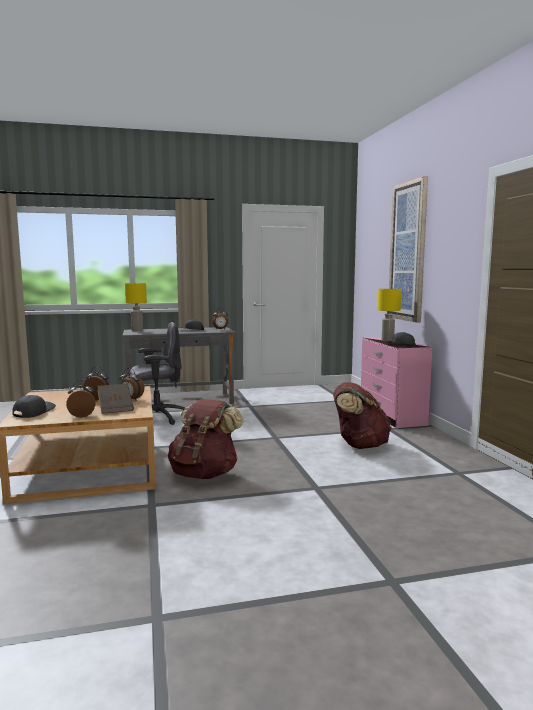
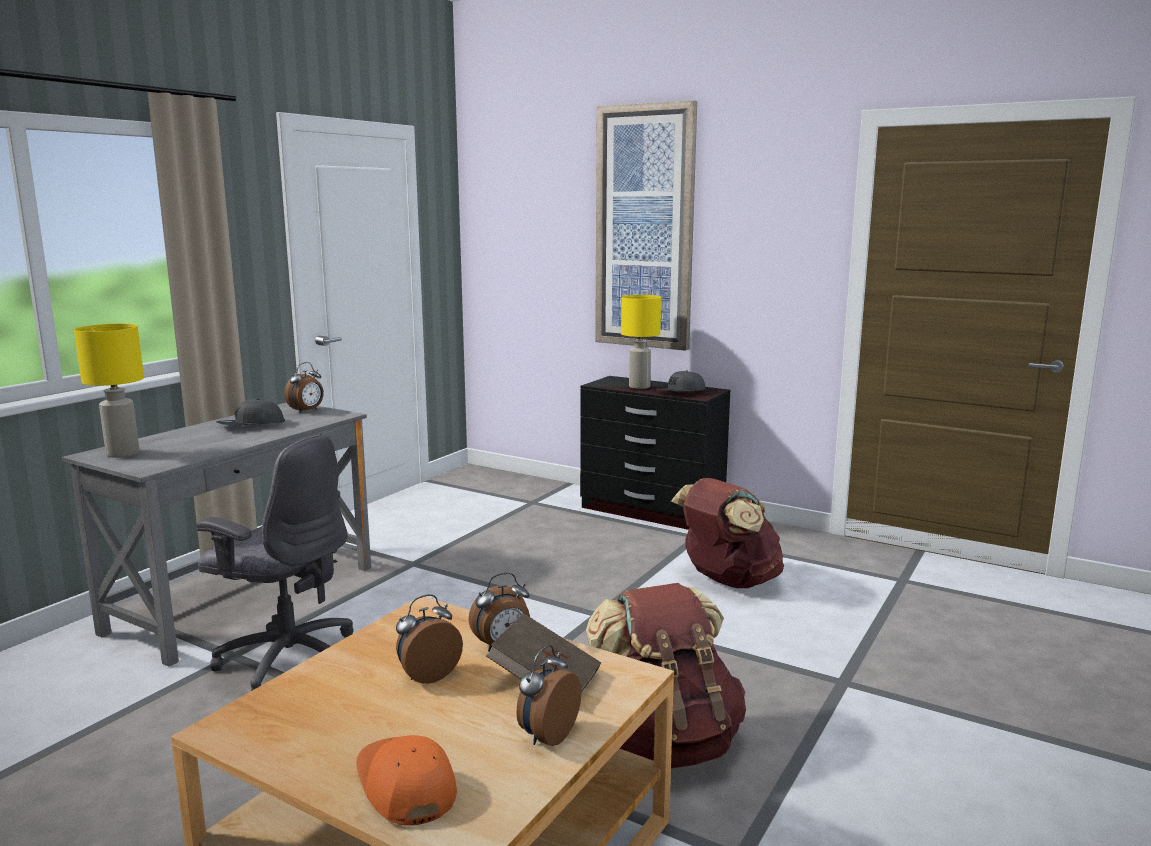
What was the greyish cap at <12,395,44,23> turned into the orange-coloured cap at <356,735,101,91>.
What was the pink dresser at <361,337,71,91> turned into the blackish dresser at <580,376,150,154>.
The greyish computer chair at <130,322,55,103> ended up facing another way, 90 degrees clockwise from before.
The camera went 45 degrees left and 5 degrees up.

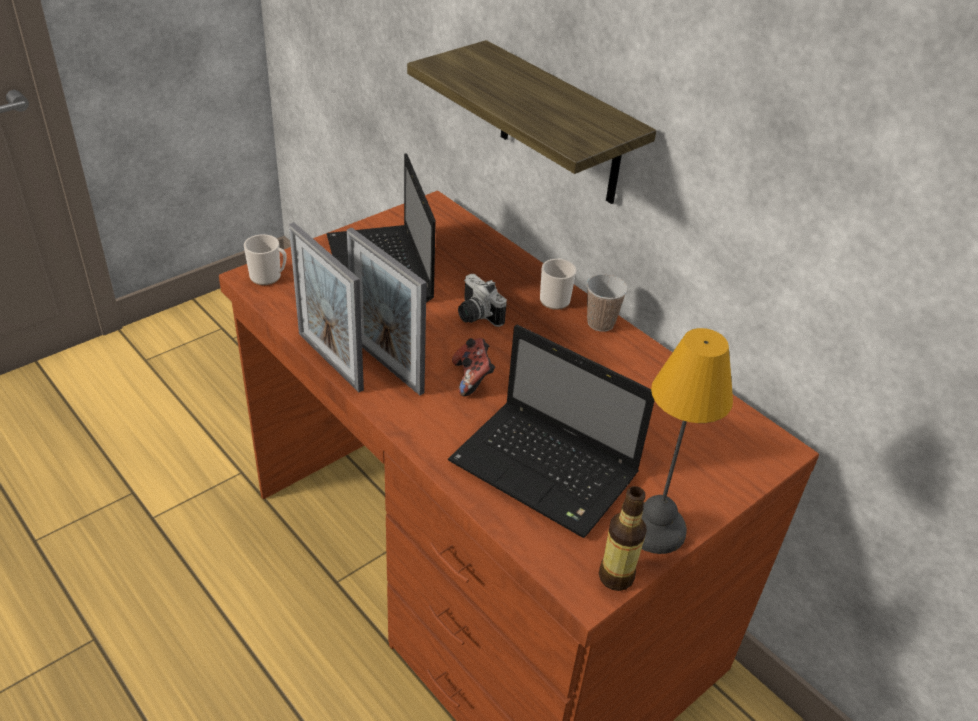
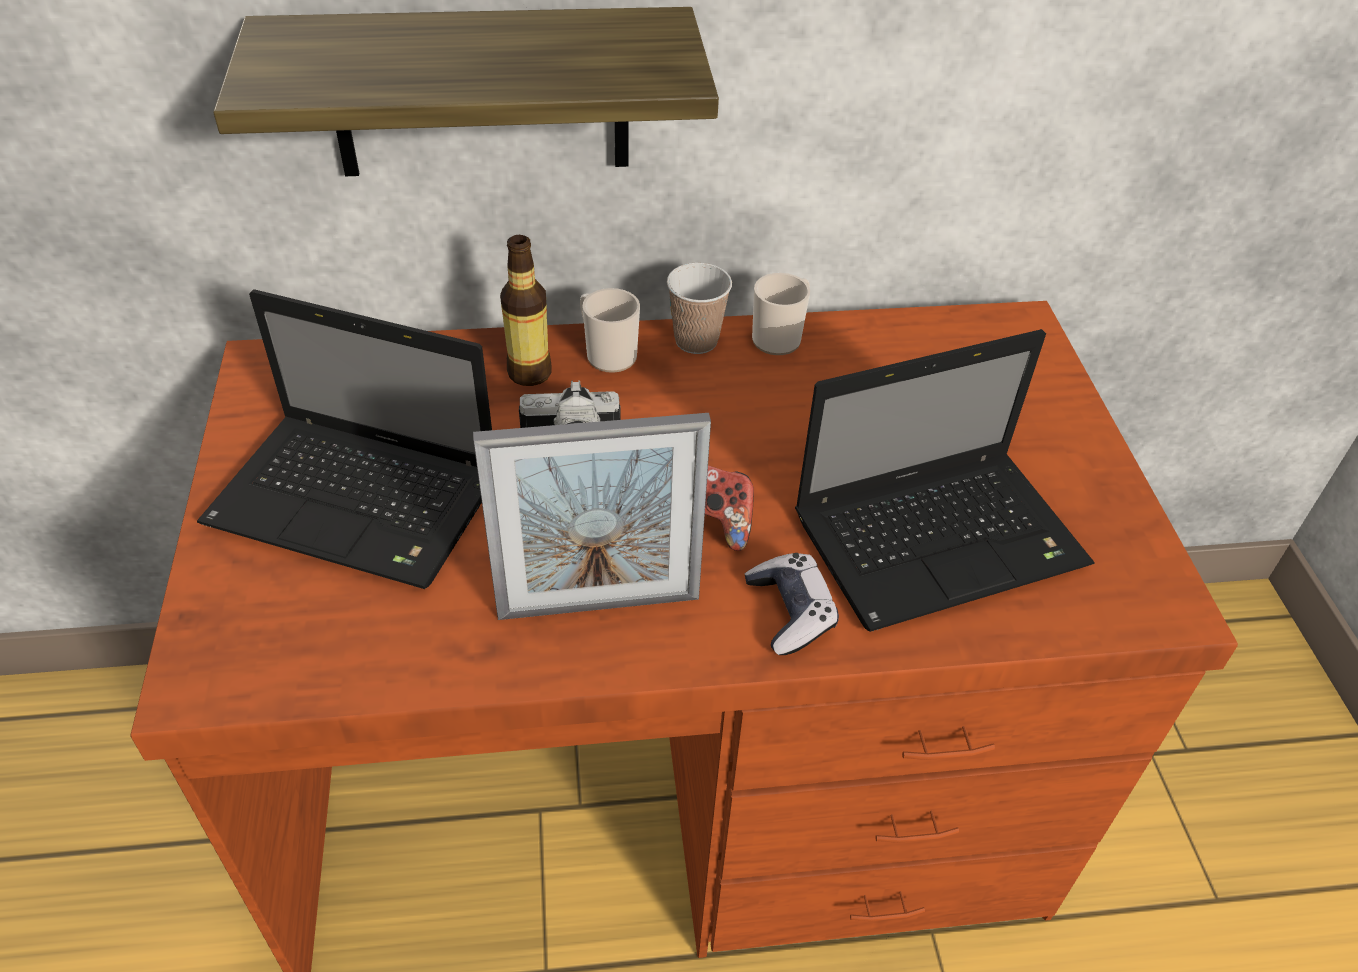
The second view lost the photo frame at <289,222,75,171>.
The second view lost the table lamp at <642,328,91,226>.
The second view gained the gamepad at <745,553,94,102>.
The coffee mug ended up elsewhere, having gone from <244,234,43,51> to <752,273,58,82>.
The beverage bottle ended up elsewhere, having gone from <599,486,48,105> to <500,235,52,151>.
The camera went 55 degrees left and 5 degrees up.

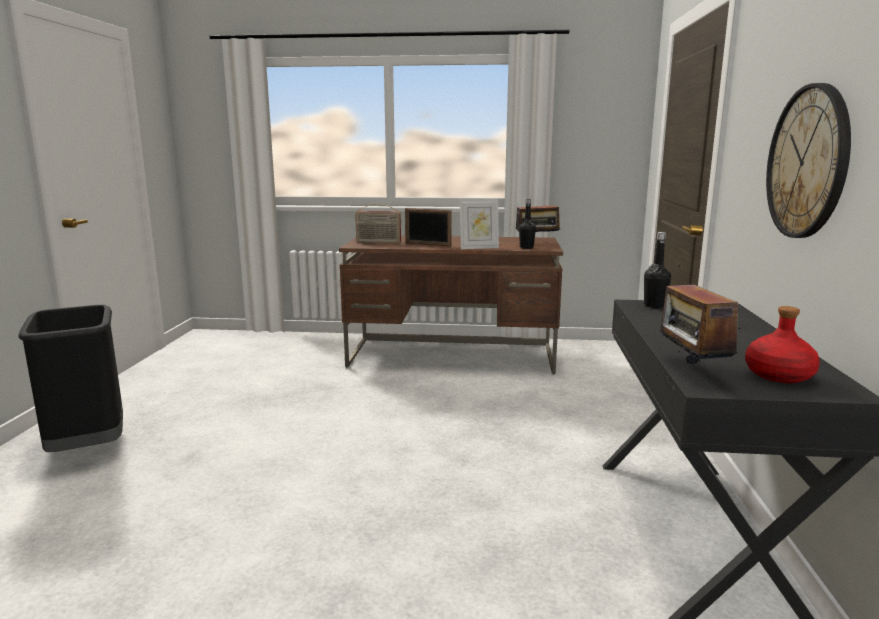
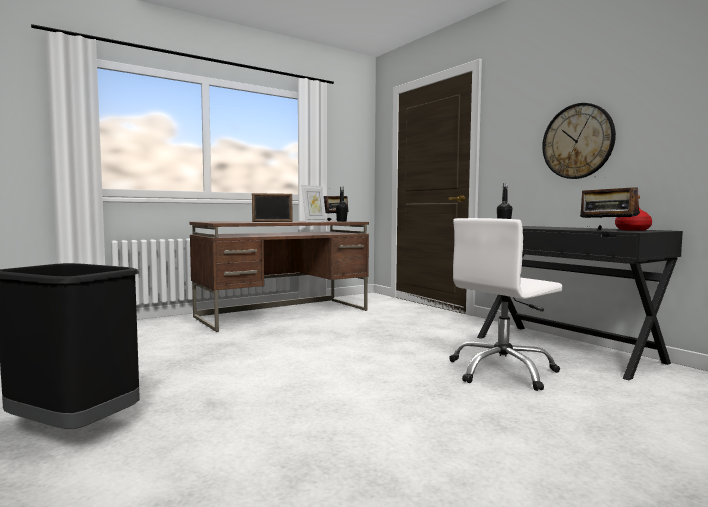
The second view lost the radio at <355,204,46,39>.
The second view gained the whitish computer chair at <449,218,114,173>.
The camera went 40 degrees left and 10 degrees down.

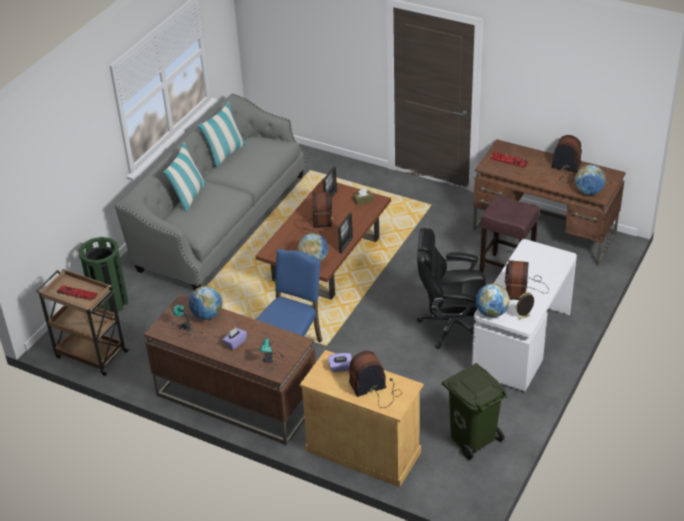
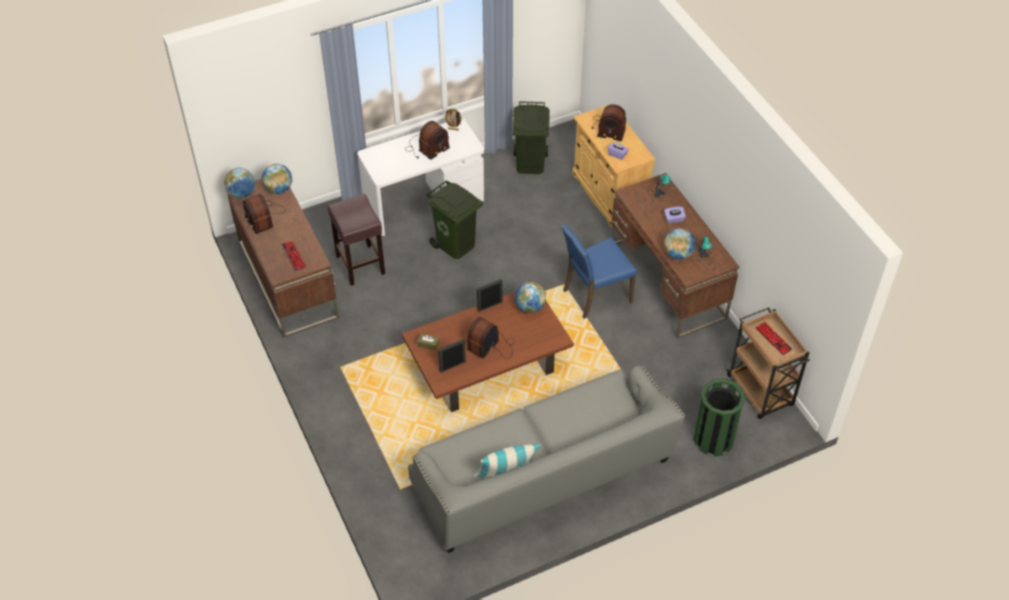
The second view lost the throw pillow at <163,143,43,69>.
The desk globe ended up elsewhere, having gone from <476,283,34,35> to <224,168,31,30>.
Where the blackish computer chair stood at <417,228,69,121>, the green-coloured waste bin came to stand at <427,181,56,78>.
The camera went 145 degrees left and 10 degrees up.

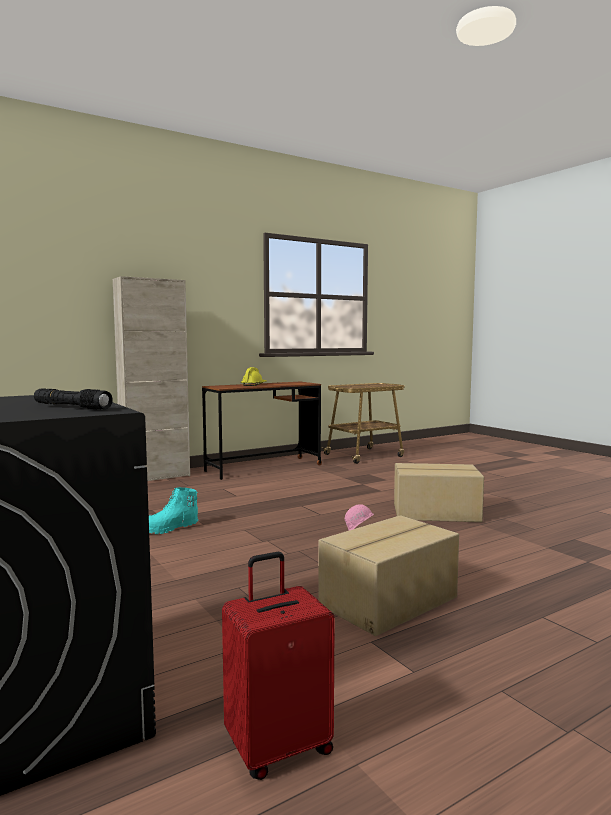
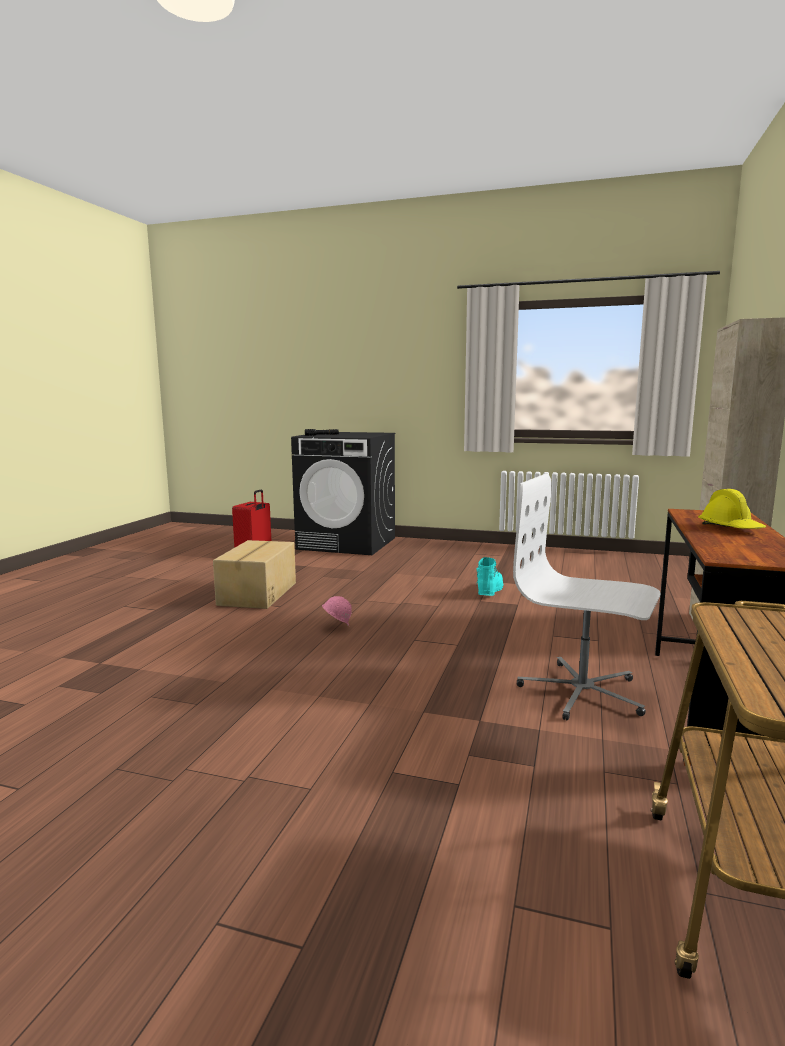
The second view lost the carton at <394,463,90,59>.
The second view gained the whitish computer chair at <513,474,148,247>.
The camera went 140 degrees right and 5 degrees up.

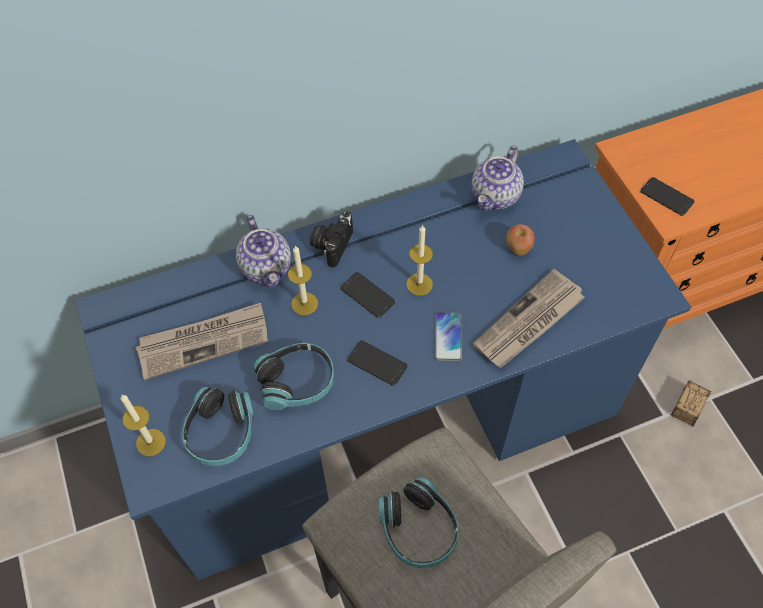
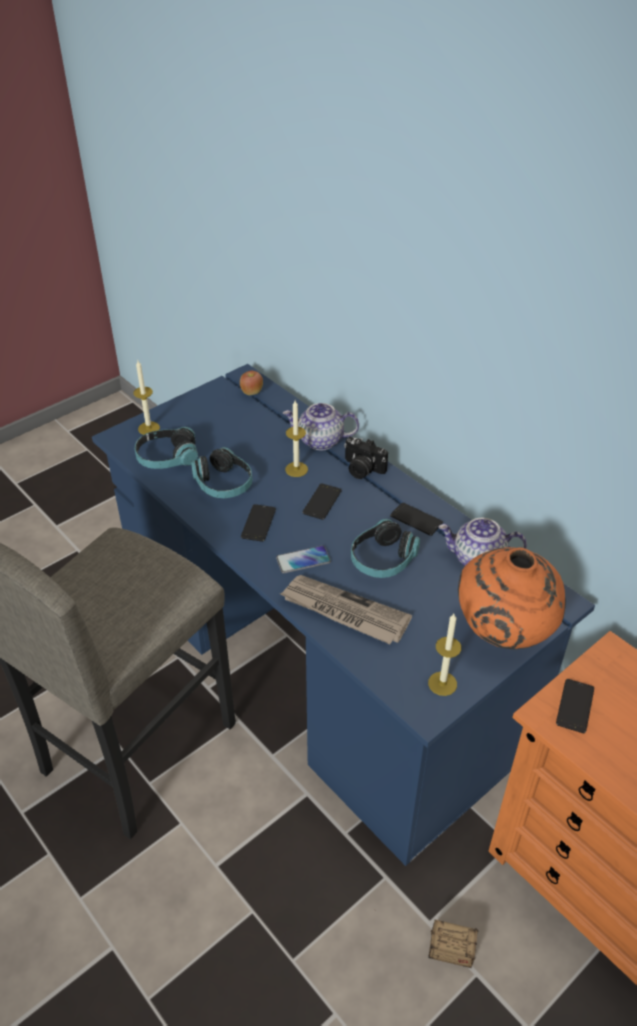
The second view lost the printed paper at <136,303,132,77>.
The second view gained the telephone at <390,503,53,33>.
The second view gained the orange-coloured decorative vase at <458,547,108,103>.
The pair of headphones ended up elsewhere, having gone from <379,477,79,91> to <351,519,69,59>.
The candle ended up elsewhere, having gone from <406,225,27,71> to <428,614,33,82>.
The apple ended up elsewhere, having gone from <506,224,29,31> to <240,371,23,24>.
The tea pot at <236,215,55,73> ended up facing another way, 45 degrees clockwise from before.
The photo camera at <310,211,43,57> ended up facing another way, 150 degrees counterclockwise from before.
The camera went 70 degrees right and 15 degrees down.

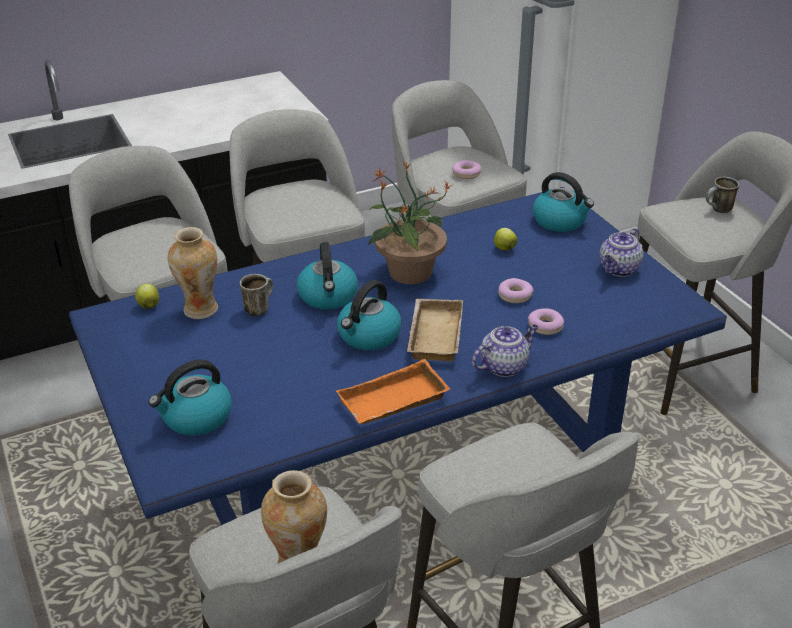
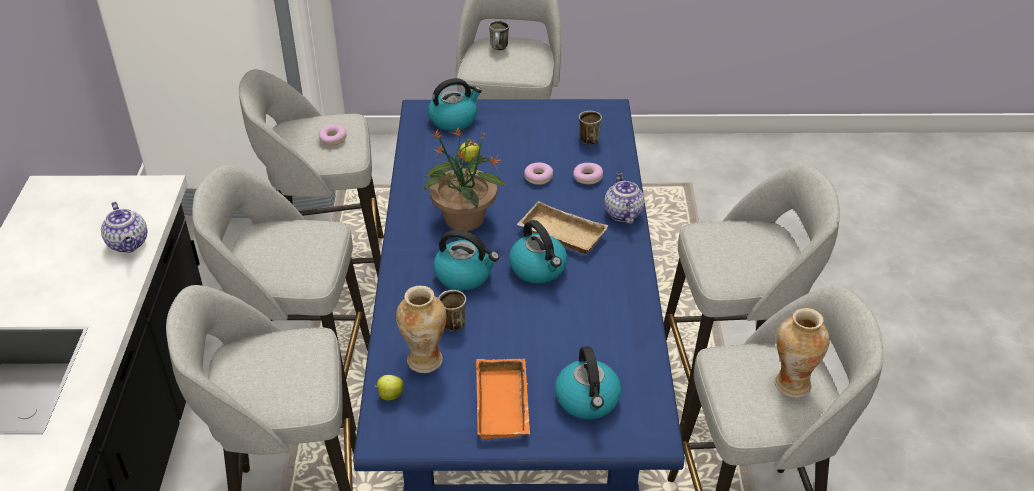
The second view gained the coffee mug at <579,111,23,34>.
The orange-coloured serving tray ended up elsewhere, having gone from <336,359,114,65> to <476,359,54,81>.
The tea pot ended up elsewhere, having gone from <599,228,44,49> to <101,202,46,51>.
The camera went 65 degrees left and 5 degrees up.

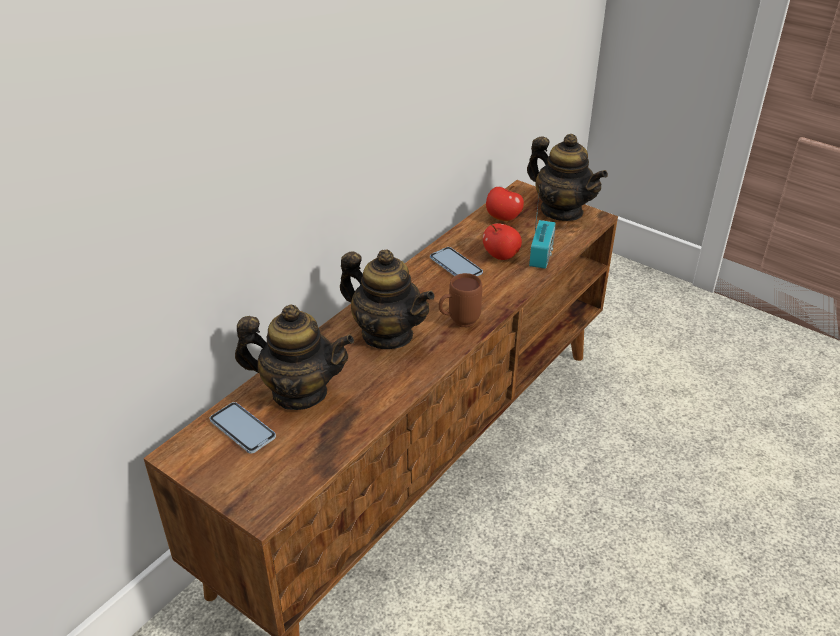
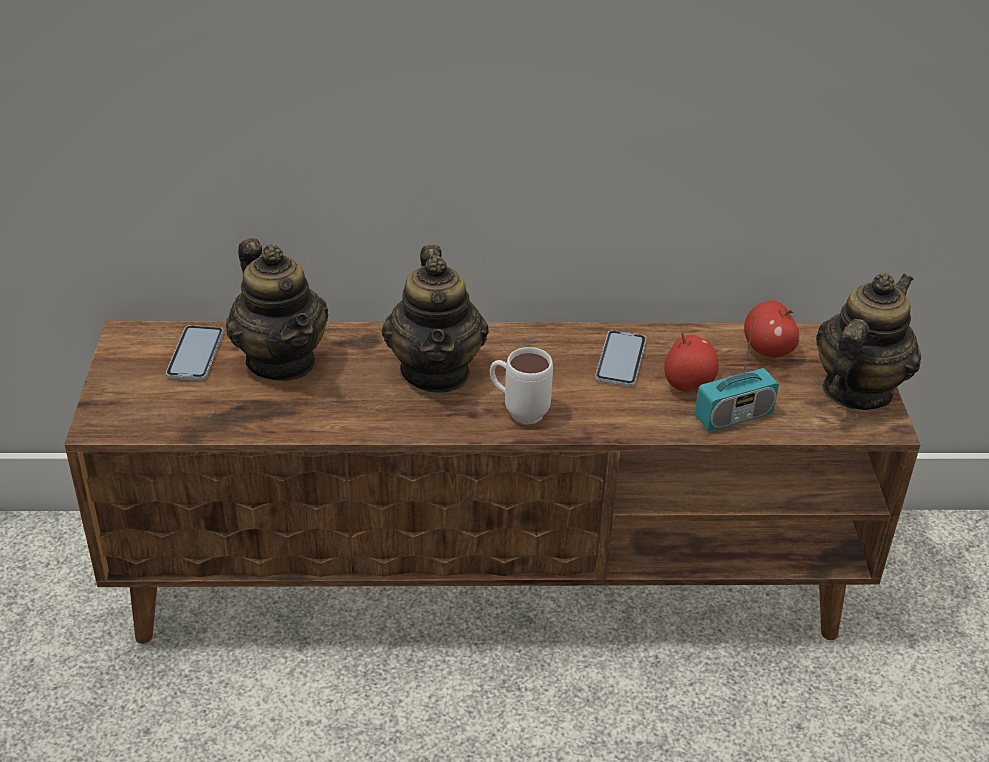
What was the brown coffee mug at <439,273,43,54> turned into the whitish coffee mug at <490,347,63,77>.
The tea pot at <527,134,81,87> ended up facing another way, 150 degrees counterclockwise from before.
The camera went 50 degrees right and 0 degrees up.

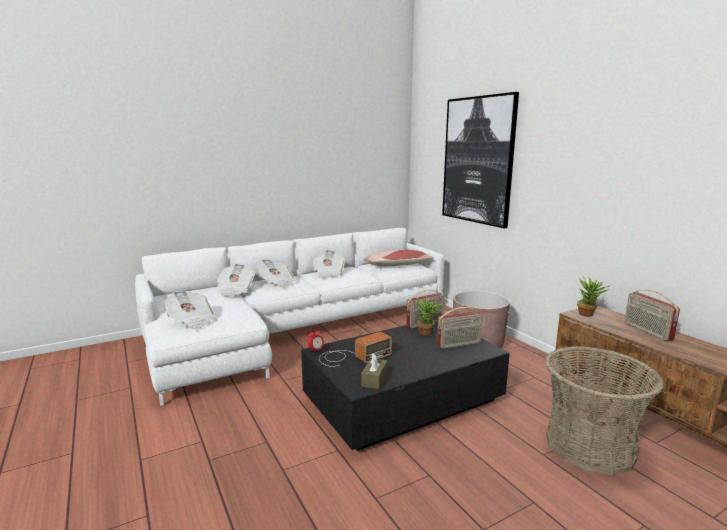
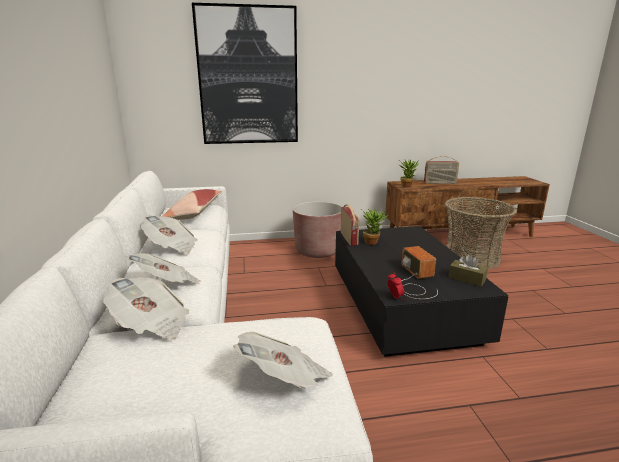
The second view lost the radio at <437,307,46,42>.
The camera went 70 degrees left and 5 degrees up.

